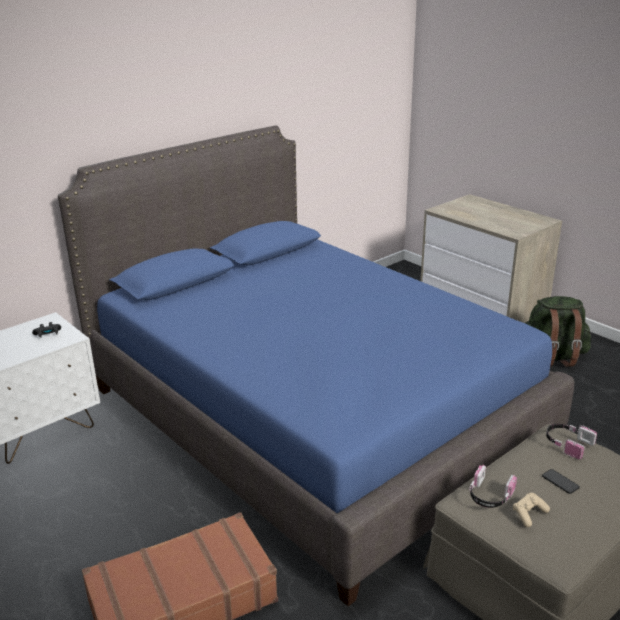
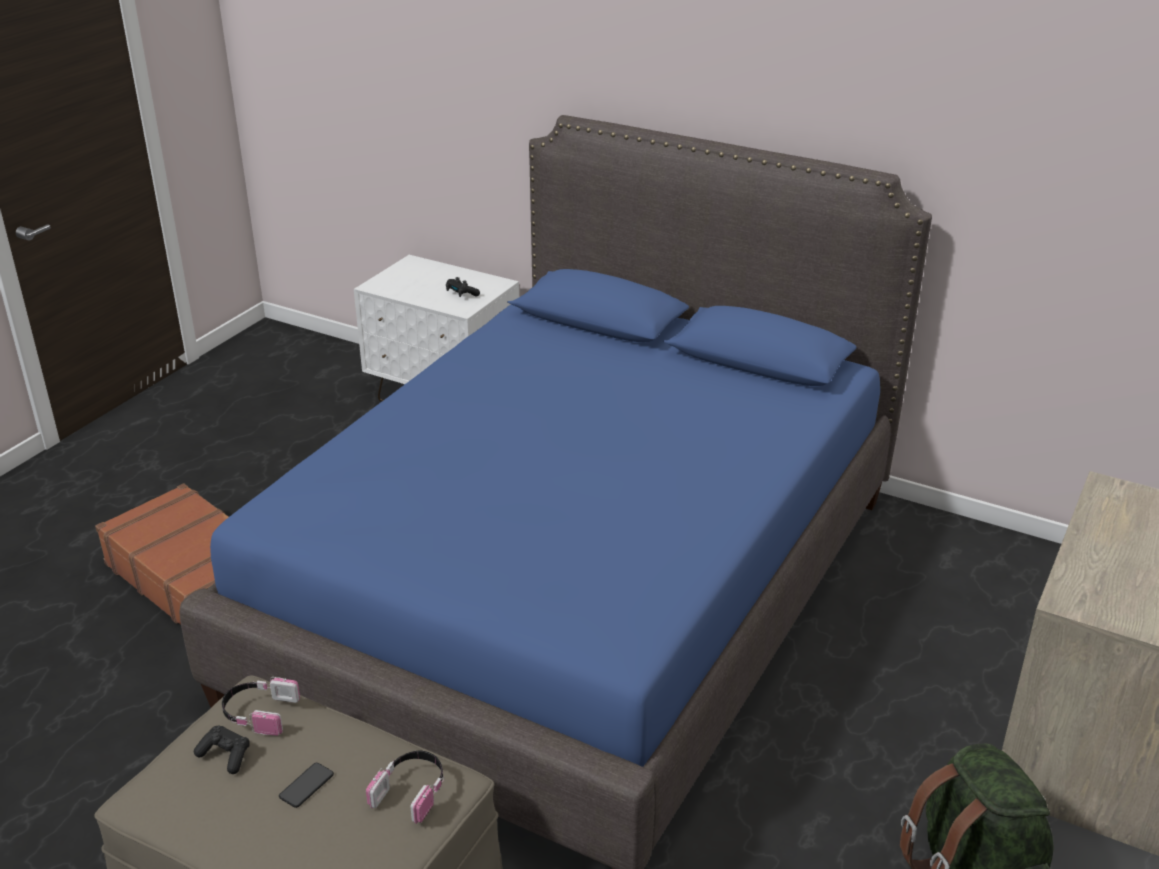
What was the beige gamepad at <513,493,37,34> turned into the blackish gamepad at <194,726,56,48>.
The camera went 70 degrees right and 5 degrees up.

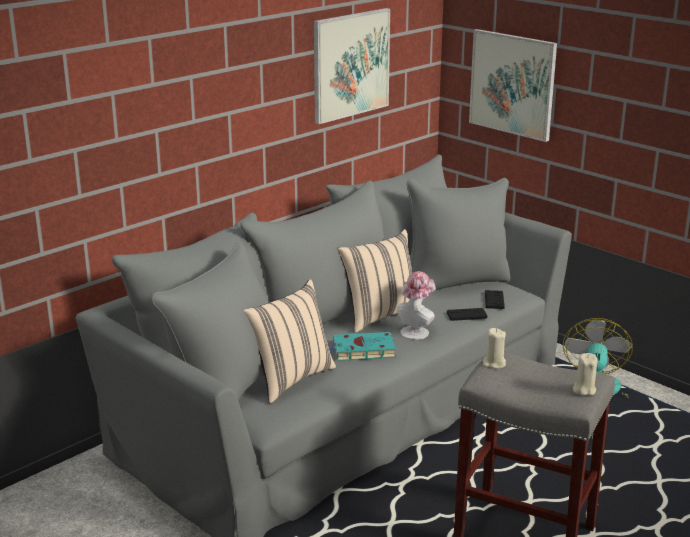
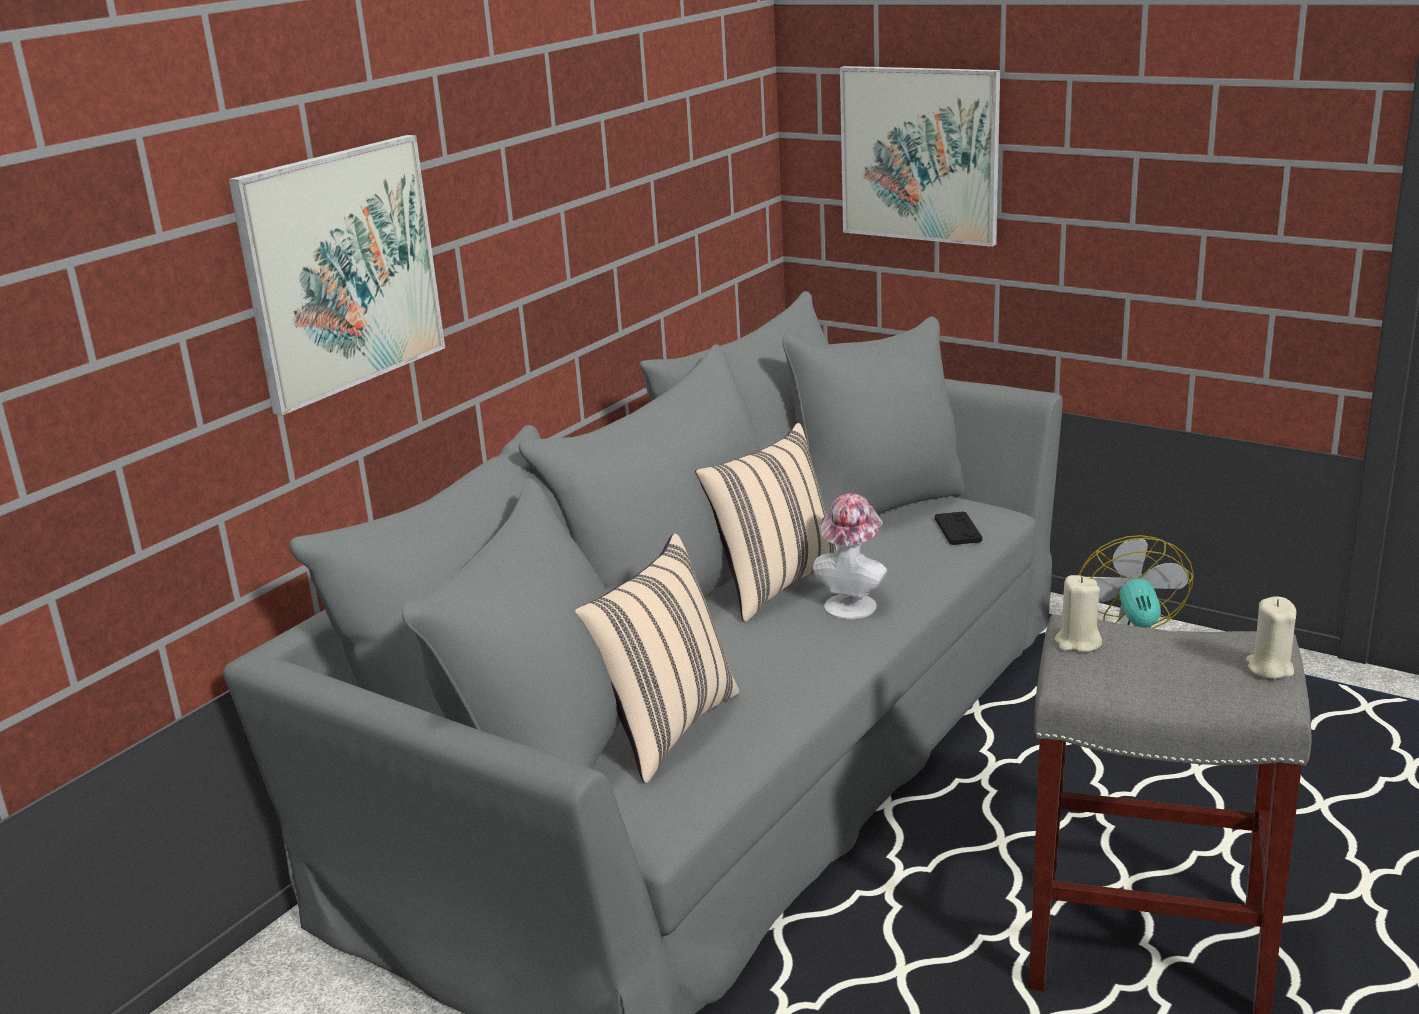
The second view lost the turquoise-coloured bound book at <329,332,67,29>.
The second view lost the blackish gamepad at <447,308,40,13>.
The wall art ended up elsewhere, having gone from <314,8,76,116> to <228,135,217,280>.
The camera went 10 degrees left and 0 degrees up.

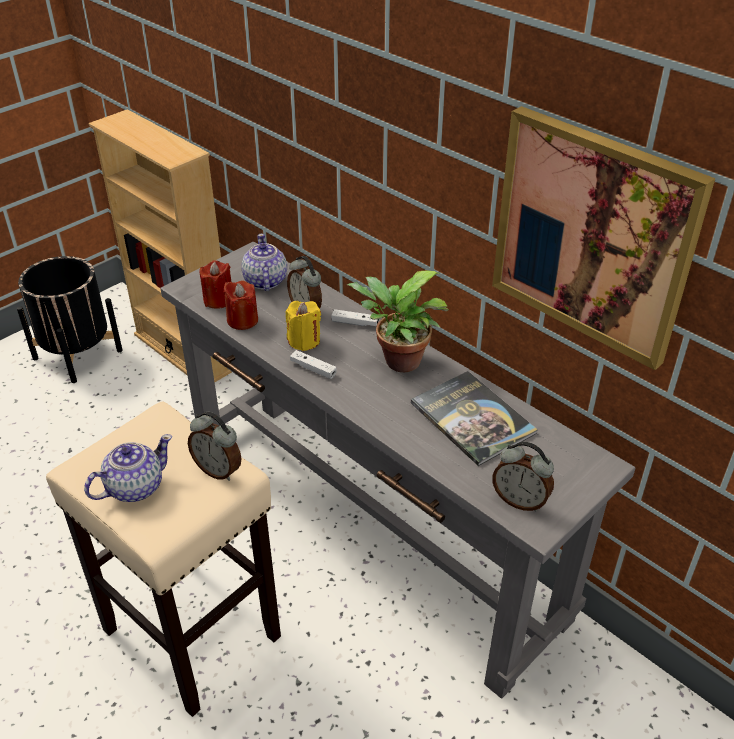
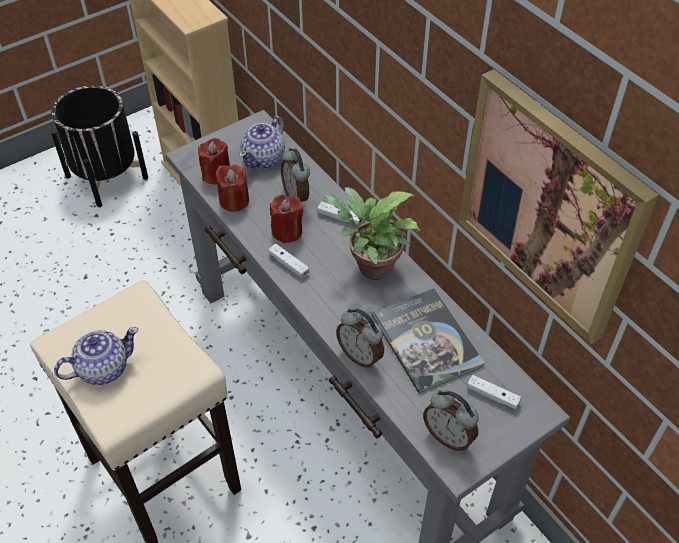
The second view gained the whitish gamepad at <467,375,54,34>.
The bedside clock ended up elsewhere, having gone from <188,412,53,69> to <336,309,48,59>.
What was the yellow candle at <286,301,35,50> turned into the reddish candle at <270,195,33,48>.
The tea pot at <241,234,46,57> ended up facing another way, 150 degrees counterclockwise from before.
The camera went 10 degrees right and 10 degrees up.

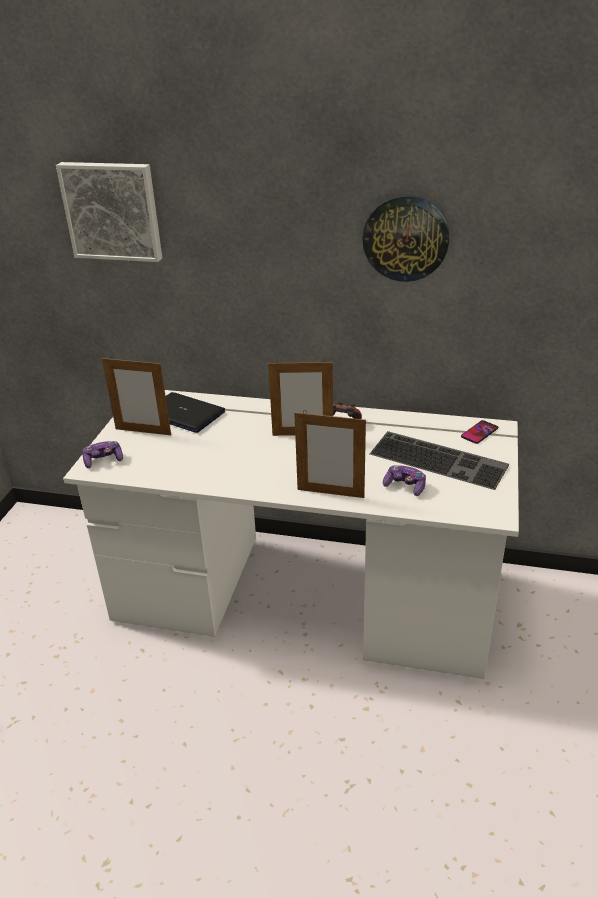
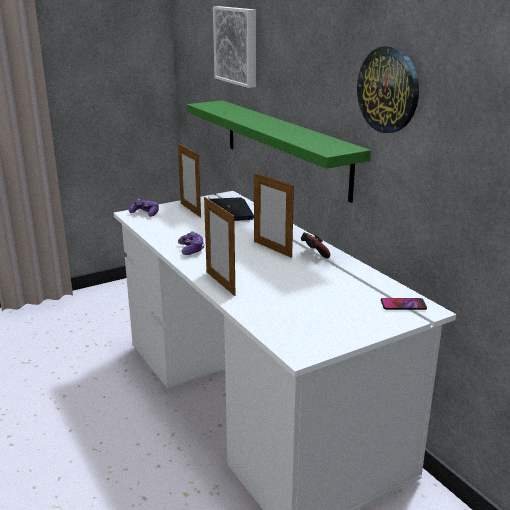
The second view lost the PC keyboard at <370,431,139,59>.
The second view gained the green-coloured shelf at <187,100,184,103>.
The gamepad ended up elsewhere, having gone from <383,465,43,31> to <178,231,27,24>.
The camera went 45 degrees right and 10 degrees down.

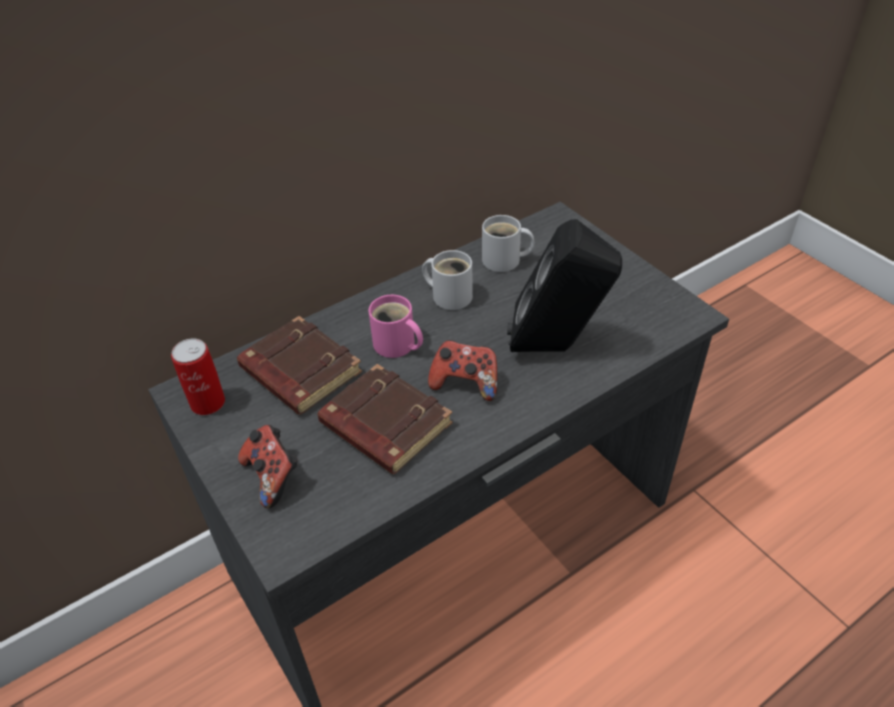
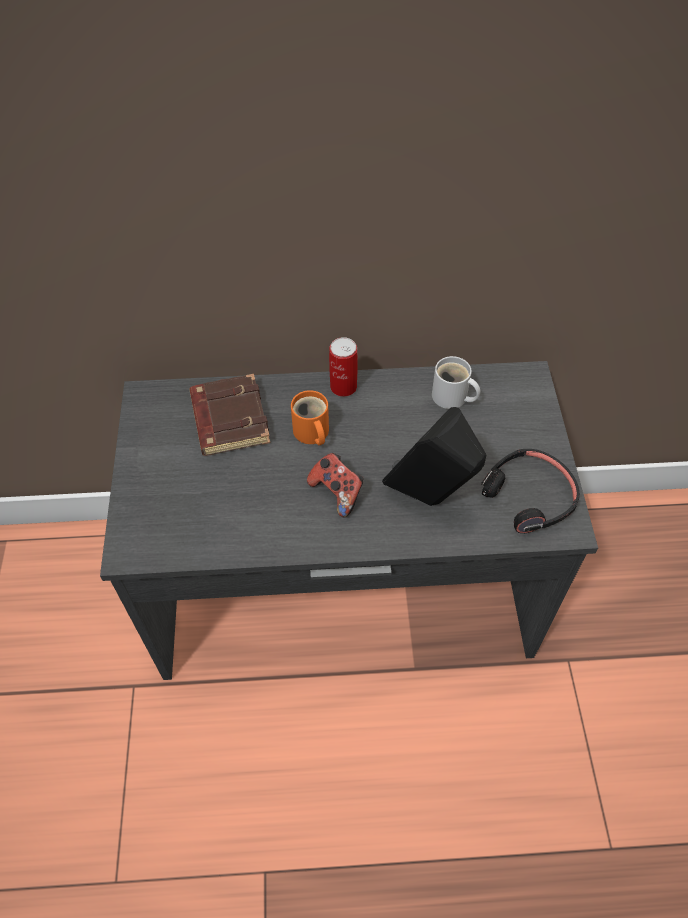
The second view lost the gamepad at <238,425,60,84>.
The second view lost the brown bound book at <318,364,135,110>.
The second view lost the whitish coffee mug at <422,250,51,60>.
The second view gained the blackish pair of headphones at <481,449,99,84>.
The metal can ended up elsewhere, having gone from <171,338,54,77> to <329,337,29,60>.
What was the pink coffee mug at <369,295,54,63> turned into the orange-coloured coffee mug at <291,390,38,55>.
The camera went 30 degrees right and 10 degrees up.

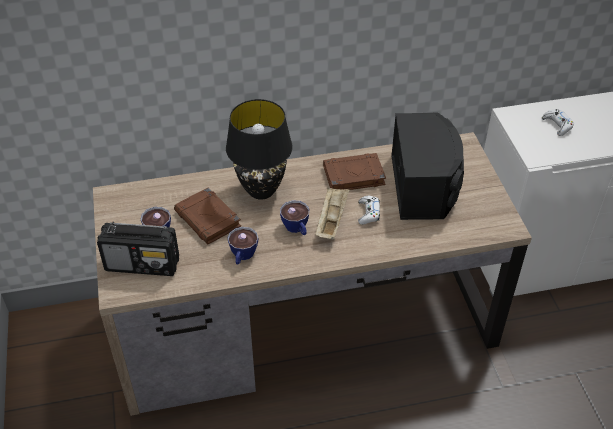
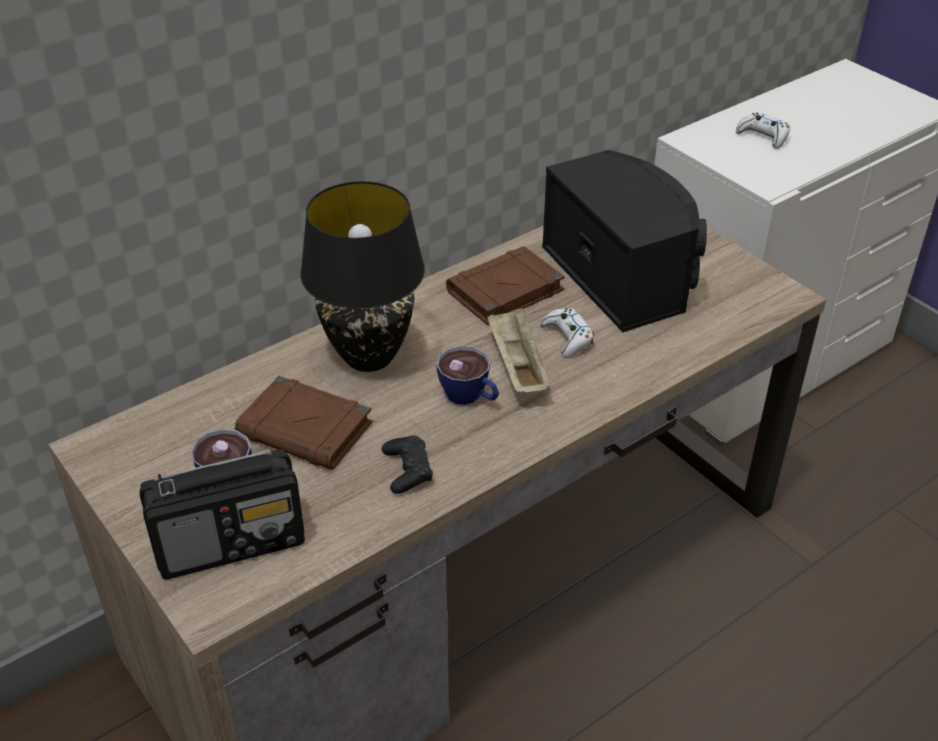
Where the small cup stood at <227,227,31,38>, the blackish gamepad came to stand at <382,435,51,59>.
The camera went 25 degrees left and 5 degrees down.

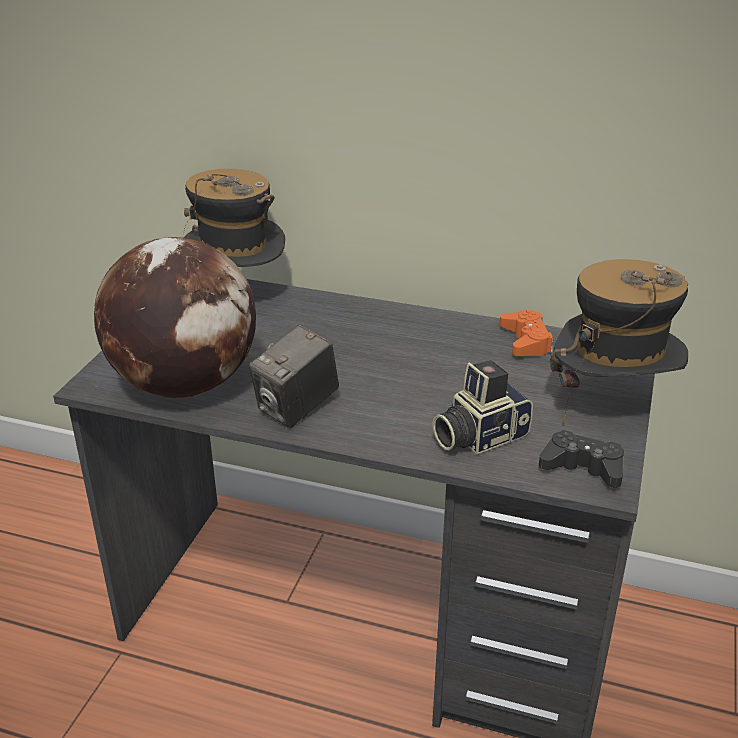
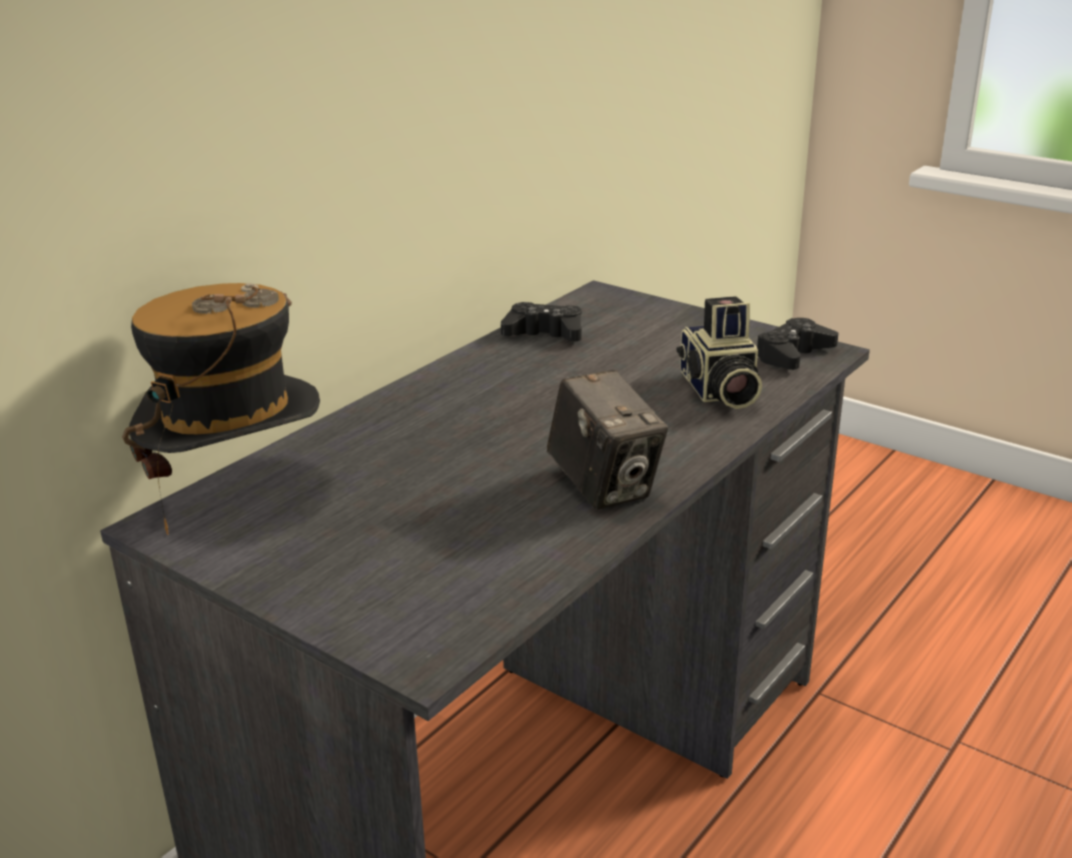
The second view lost the desk globe at <94,237,162,161>.
The second view lost the wearable hat at <550,259,138,167>.
What was the orange-coloured gamepad at <500,310,53,46> turned into the blackish gamepad at <501,302,81,40>.
The camera went 70 degrees left and 5 degrees down.

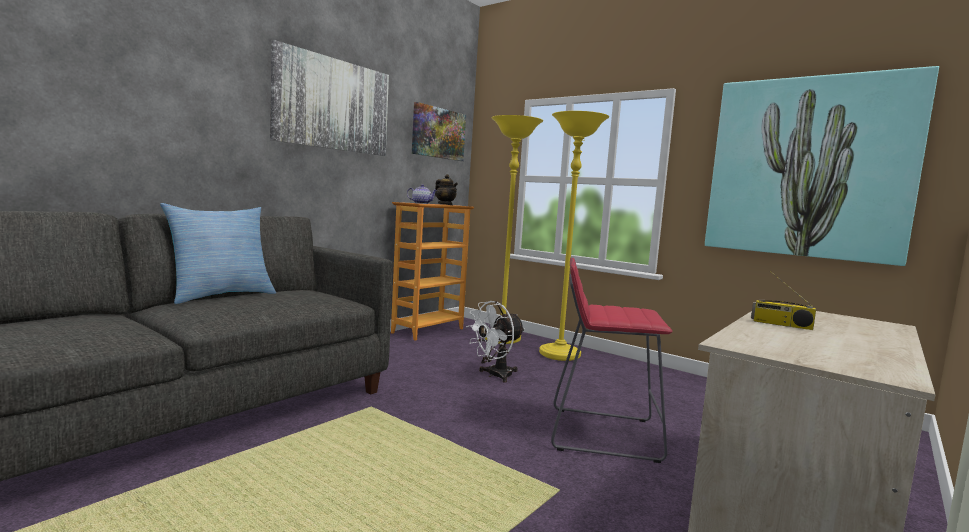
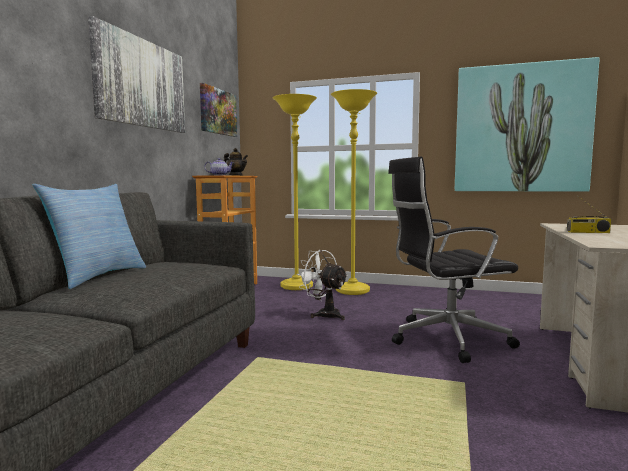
Where the reddish stool stood at <551,257,121,206>, the blackish computer chair came to stand at <388,157,132,206>.
The whitish cooling fan at <466,301,59,82> ended up facing another way, 105 degrees clockwise from before.
The camera went 20 degrees left and 0 degrees up.

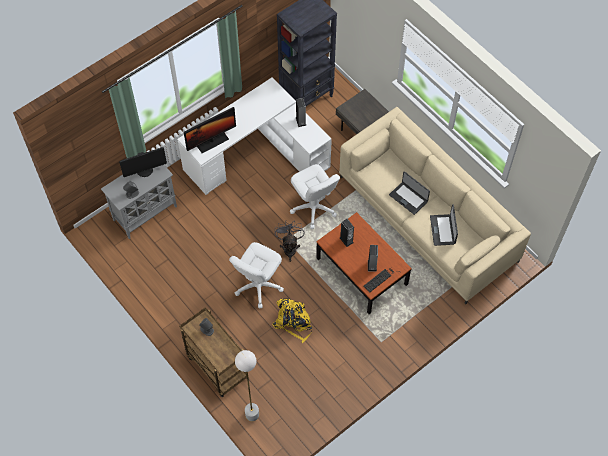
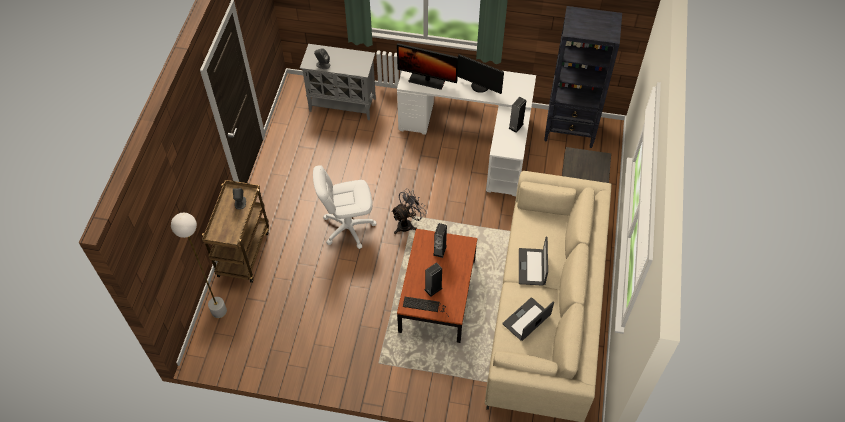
The second view lost the yellow backpack at <272,298,41,45>.
The second view lost the whitish computer chair at <290,164,50,65>.
The computer screen ended up elsewhere, having gone from <119,147,48,30> to <458,54,46,40>.
The camera went 50 degrees right and 5 degrees down.

